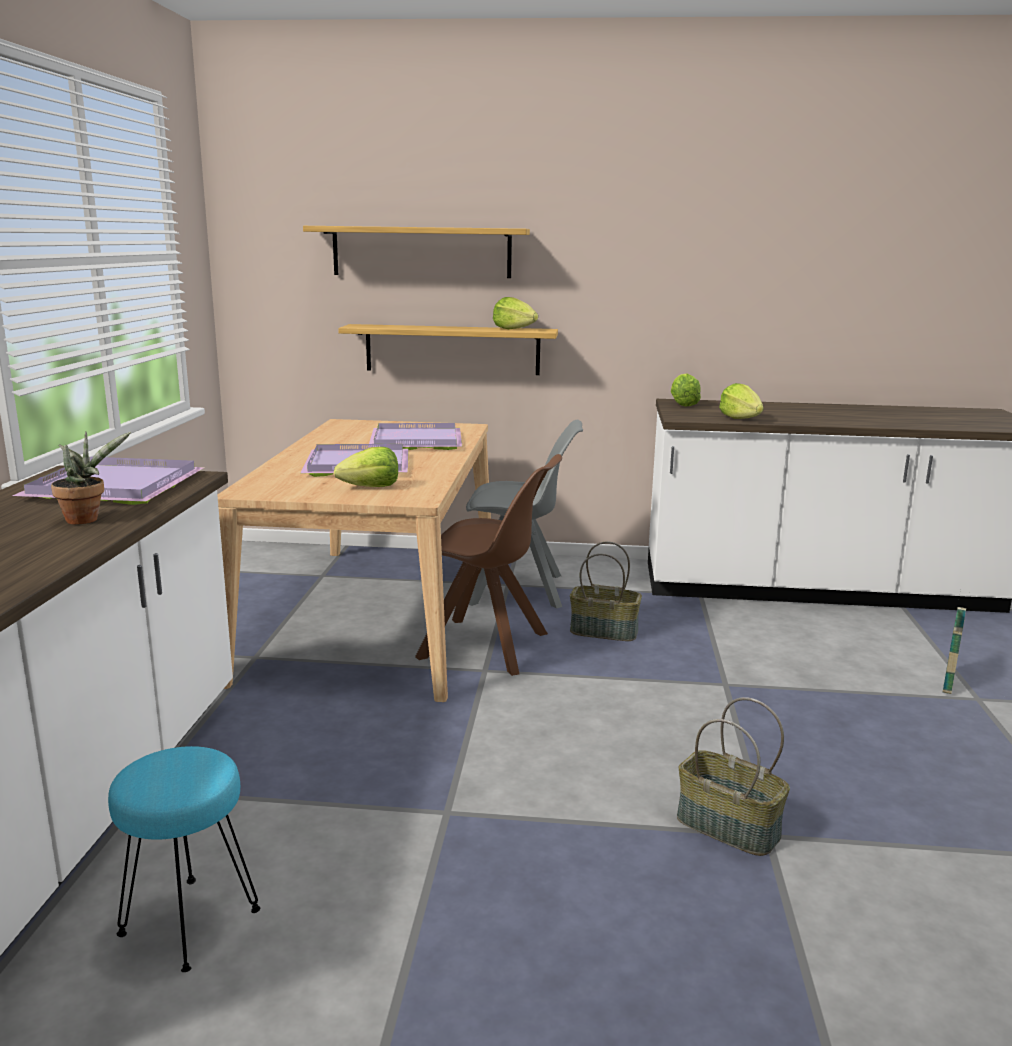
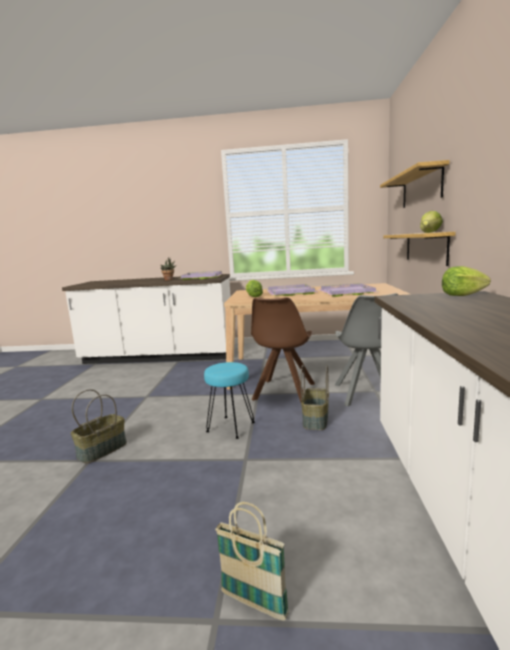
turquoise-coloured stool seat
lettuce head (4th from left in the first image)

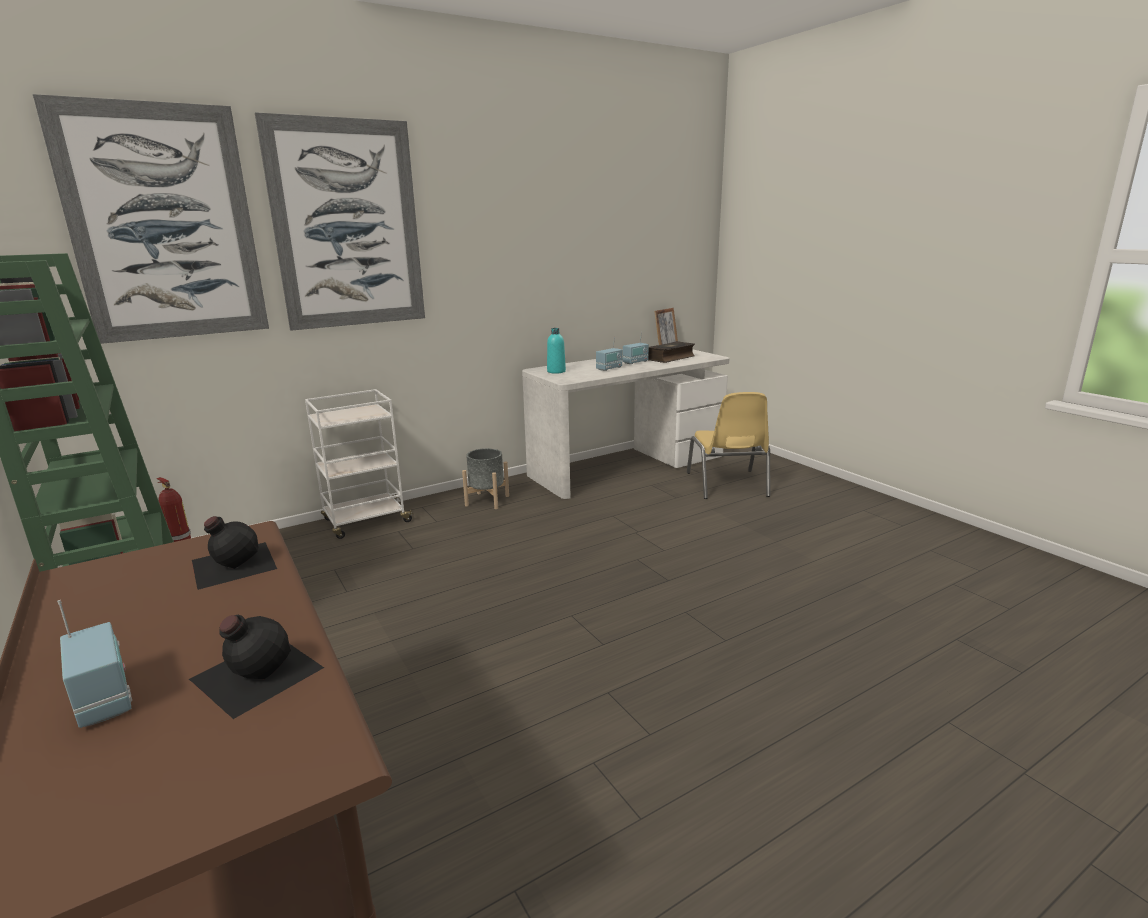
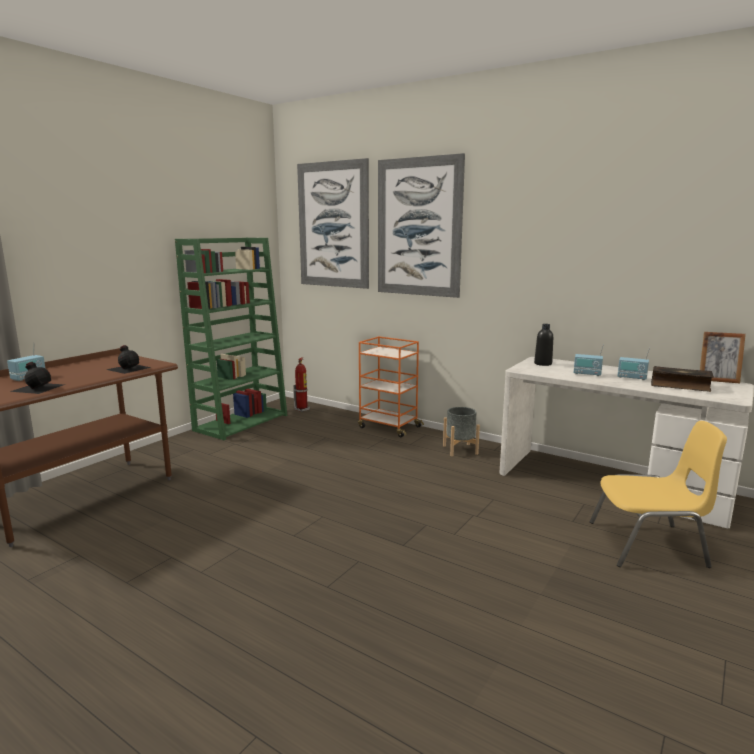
orangey wheeled cart
blackish bottle (3rd from left)
yellow chair

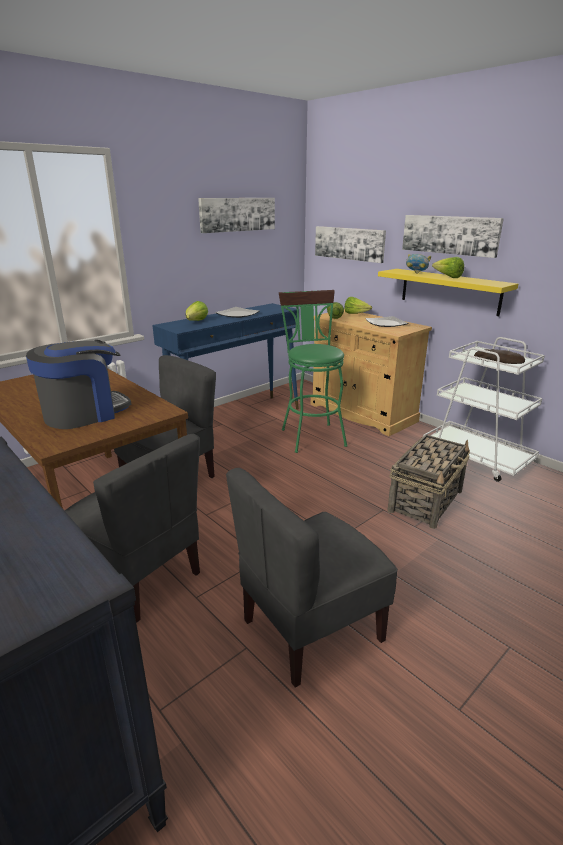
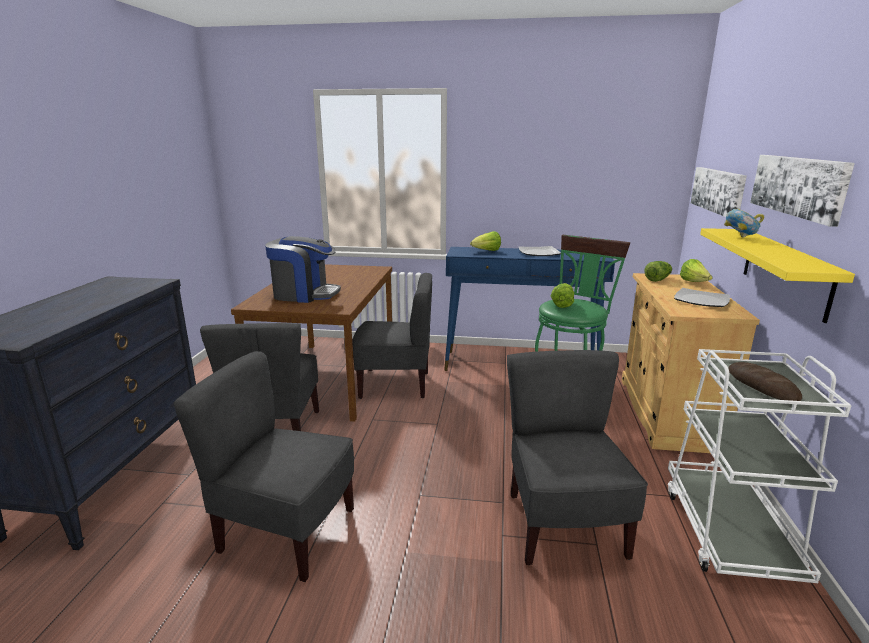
gray chair (4th from left)
lettuce head (2nd from left)
picture (1st from left in the first image)

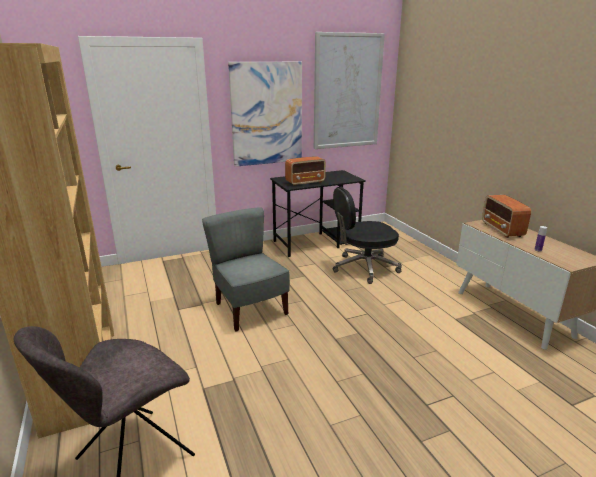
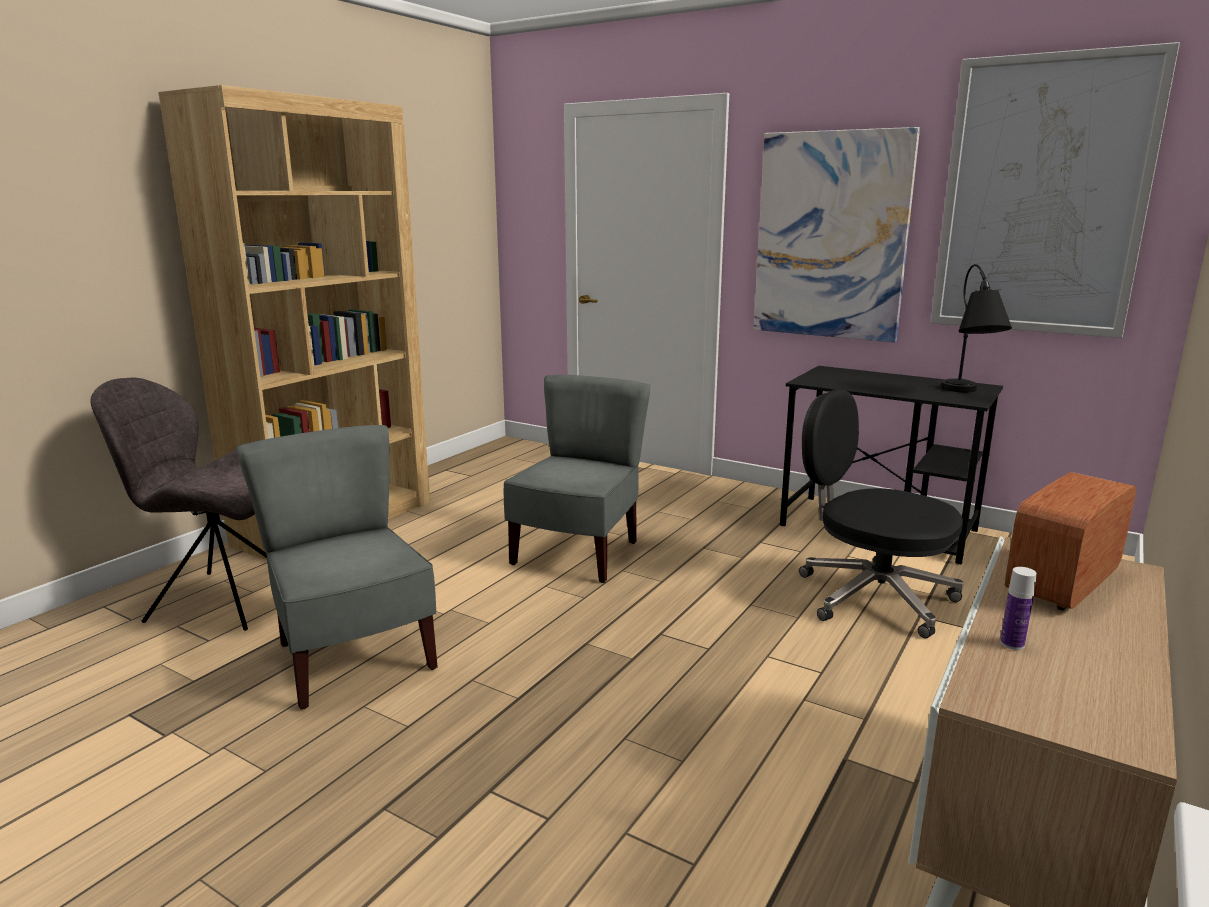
gray chair (2nd from left)
blackish table lamp
radio receiver (1st from left in the first image)

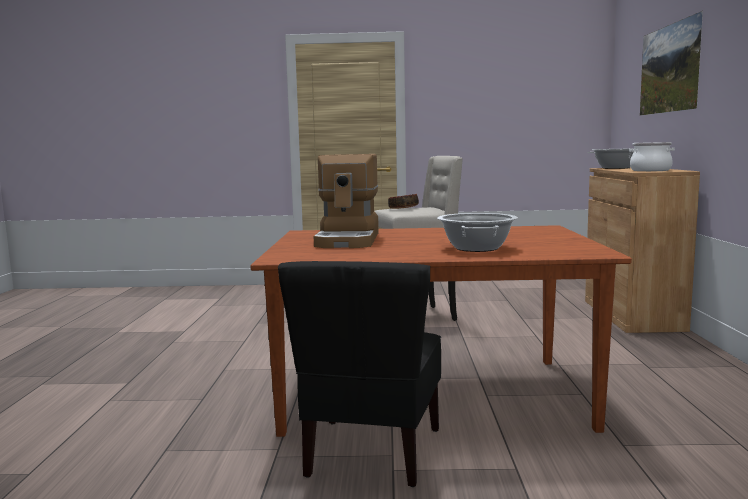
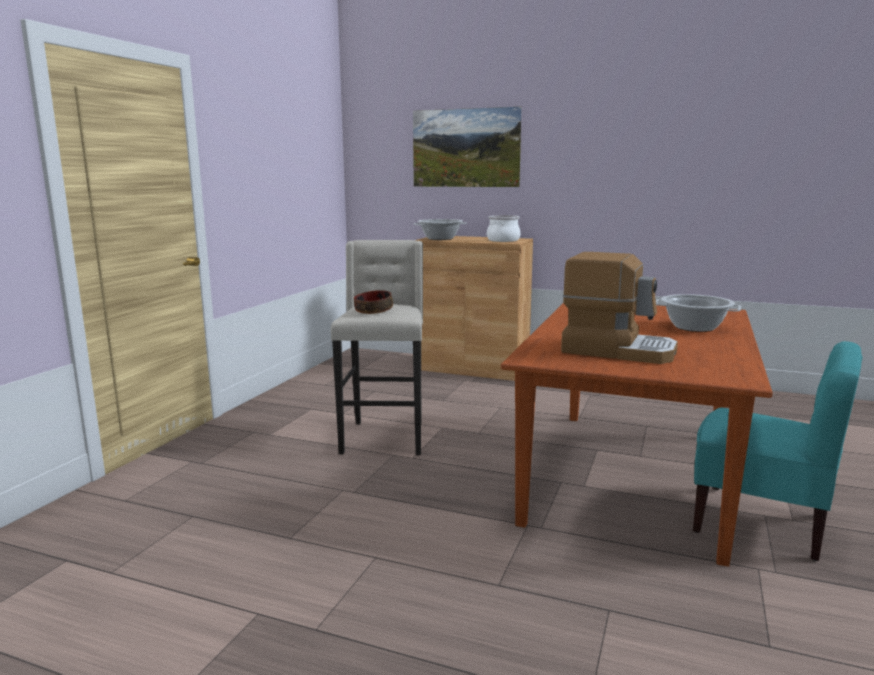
turquoise-coloured chair

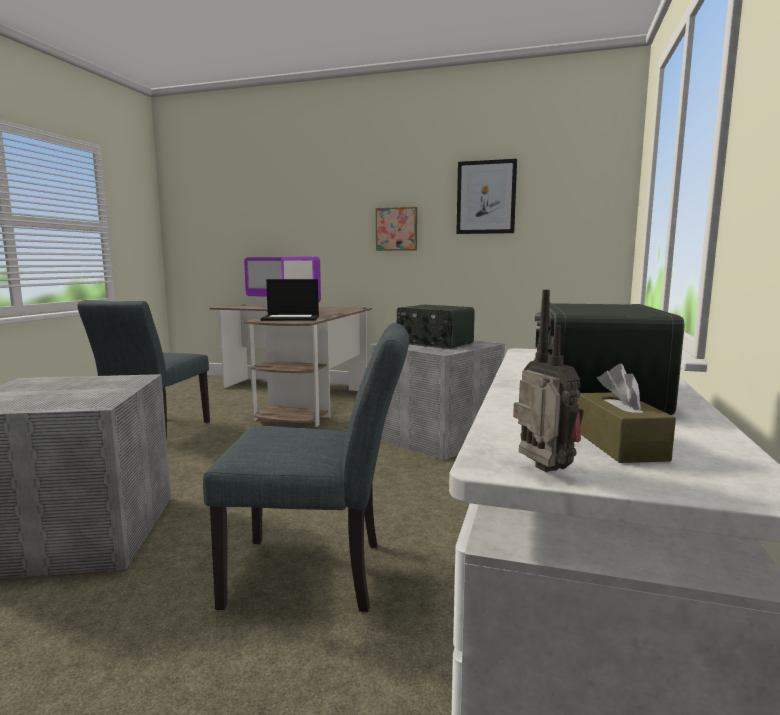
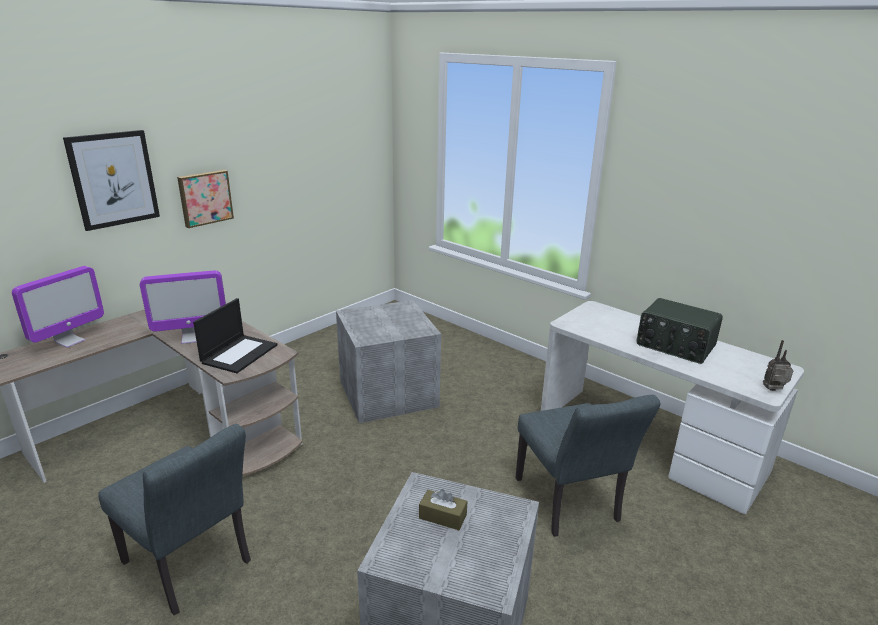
picture (1st from left)
brown-coloured tissue box
gray chair (2nd from left)
radio receiver (1st from left in the first image)

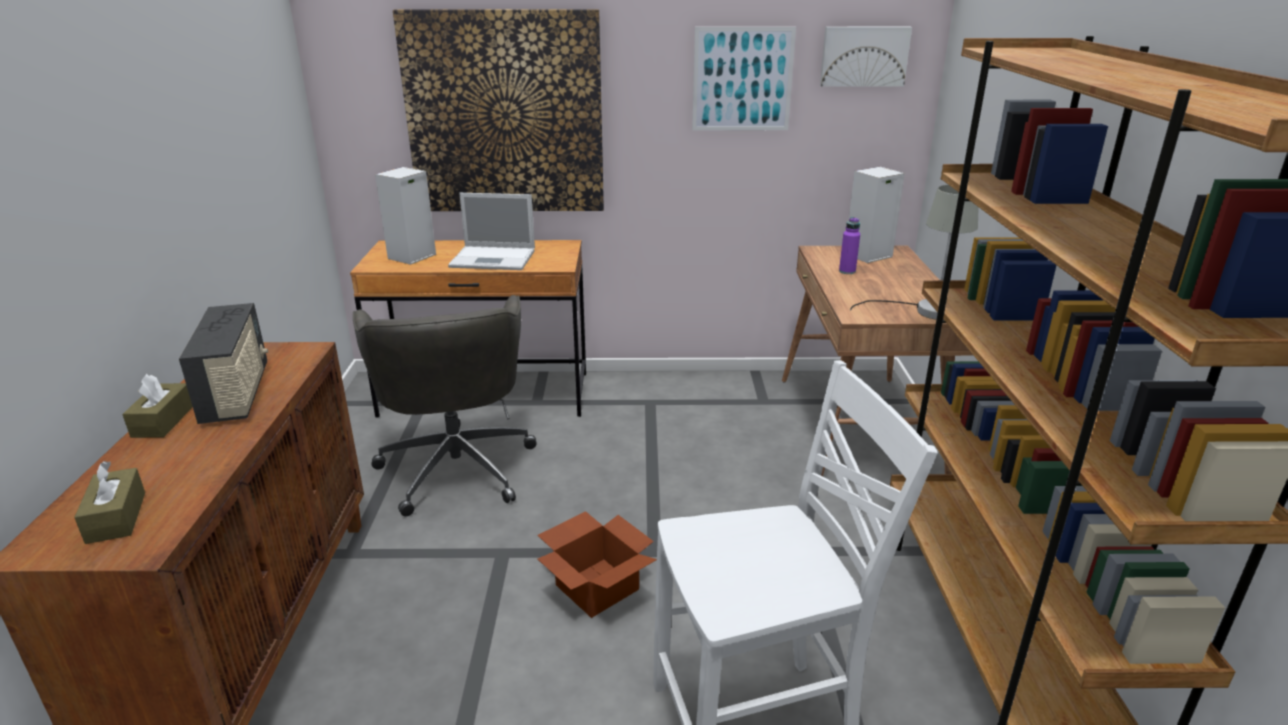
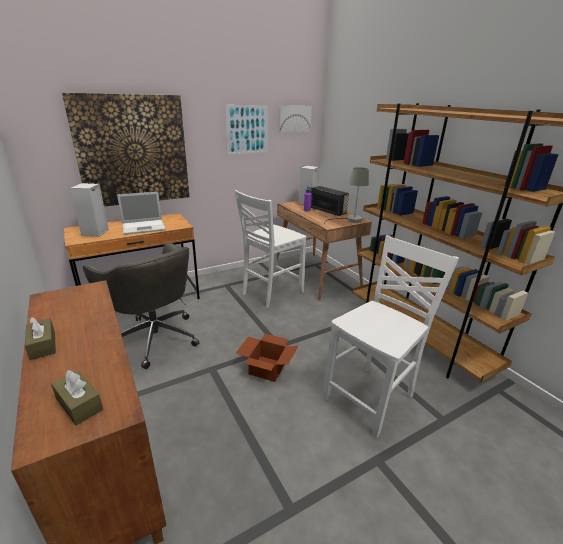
white chair (1st from left)
radio receiver

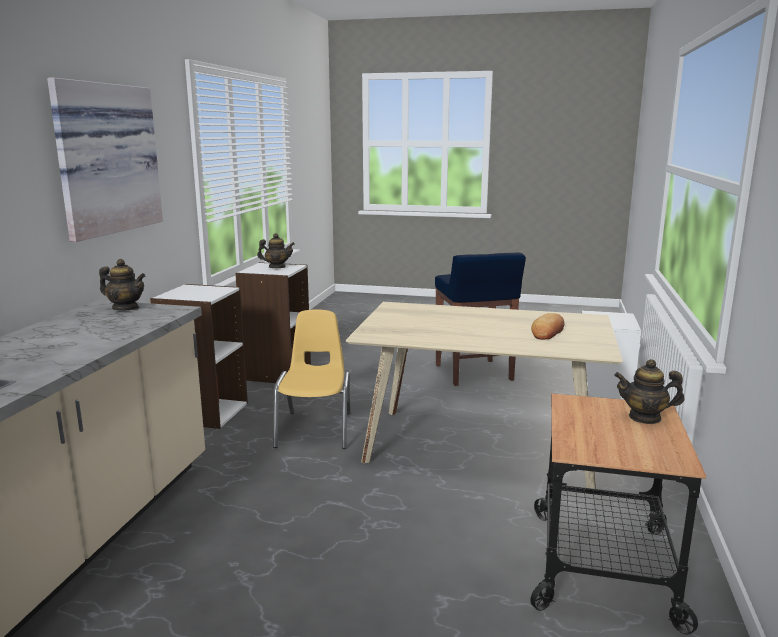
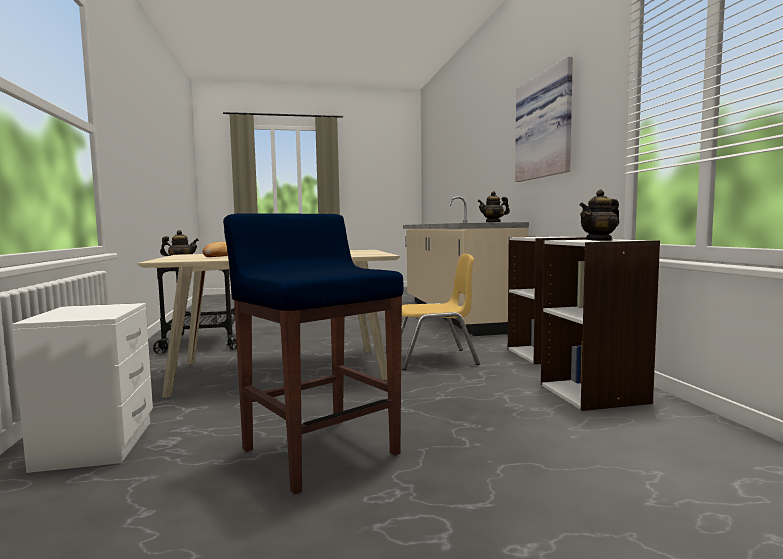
yellow chair

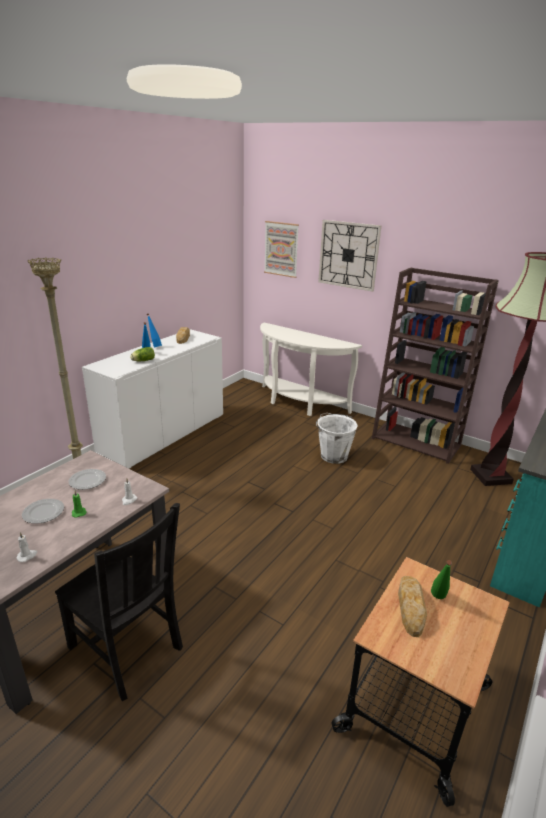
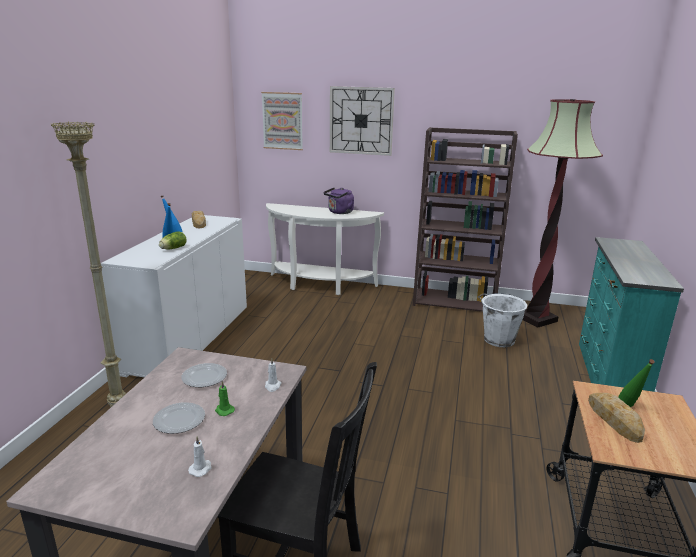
purplish water kettle
white water bucket

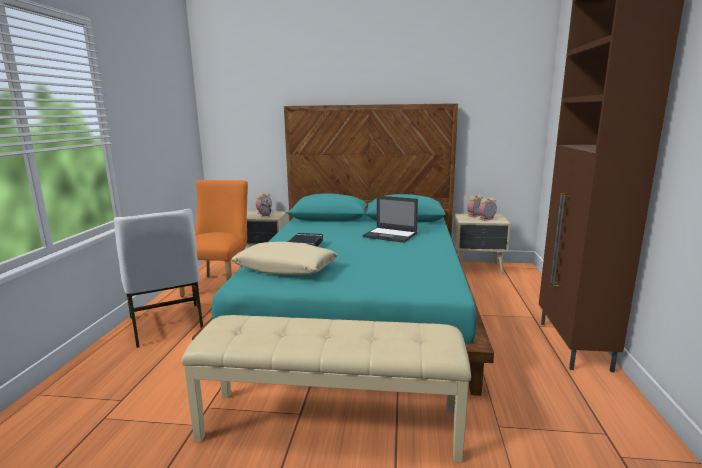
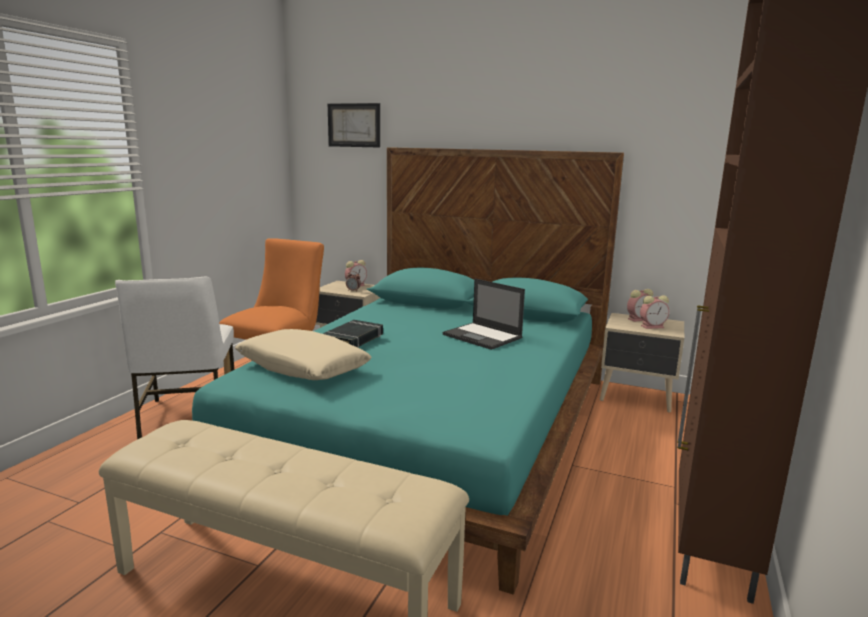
picture

